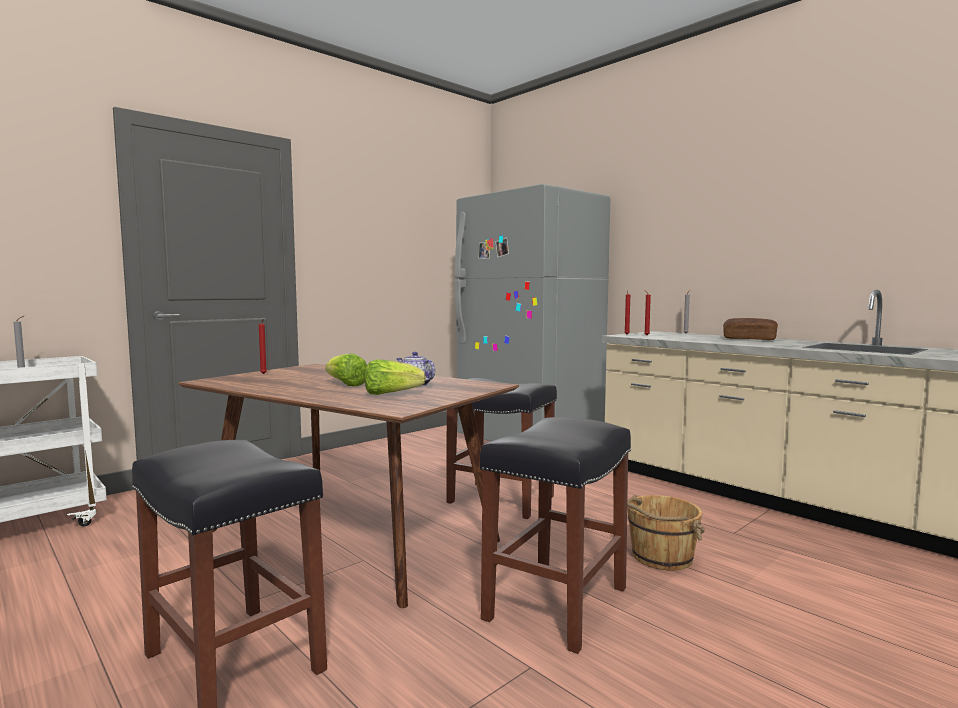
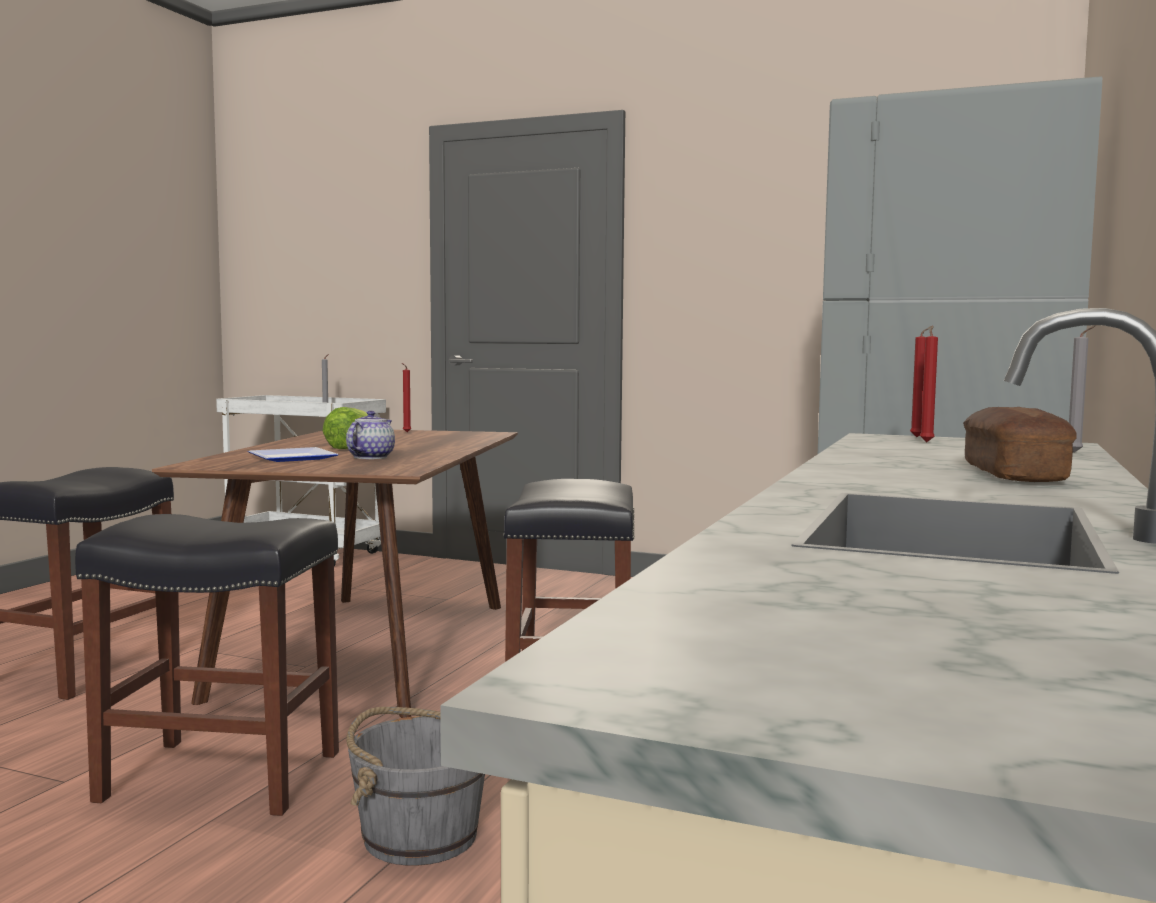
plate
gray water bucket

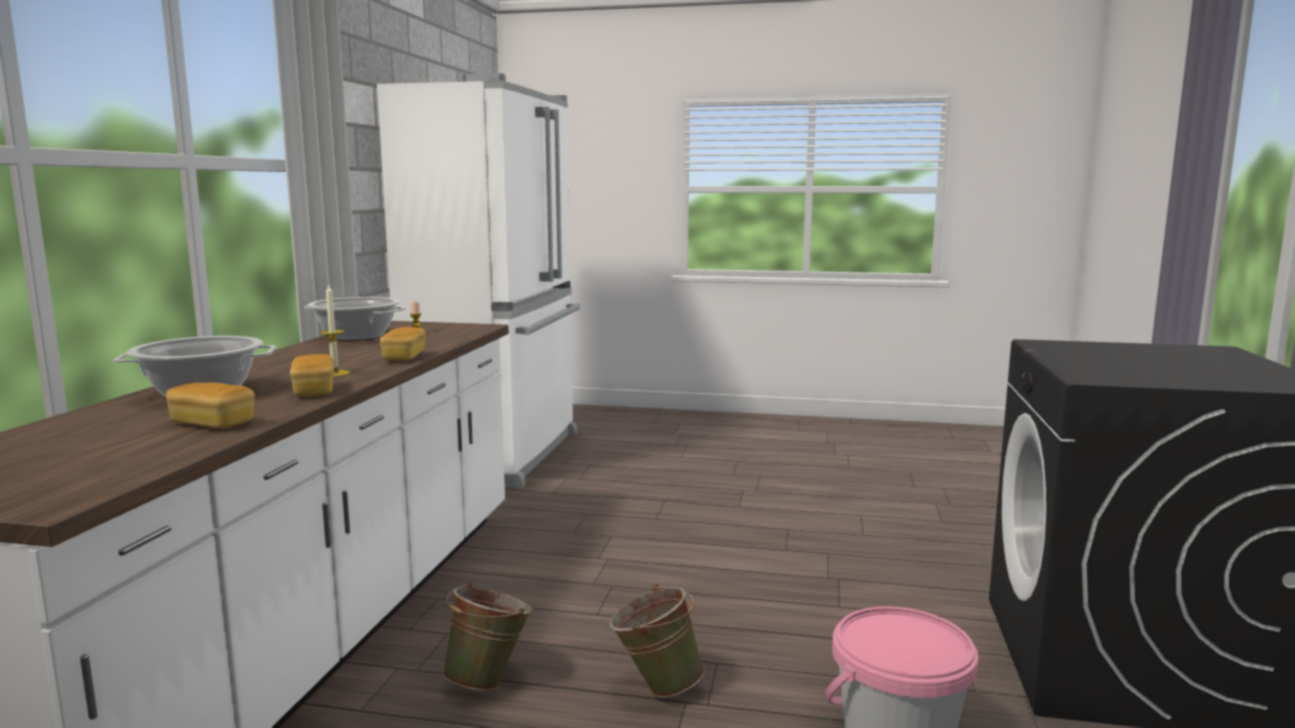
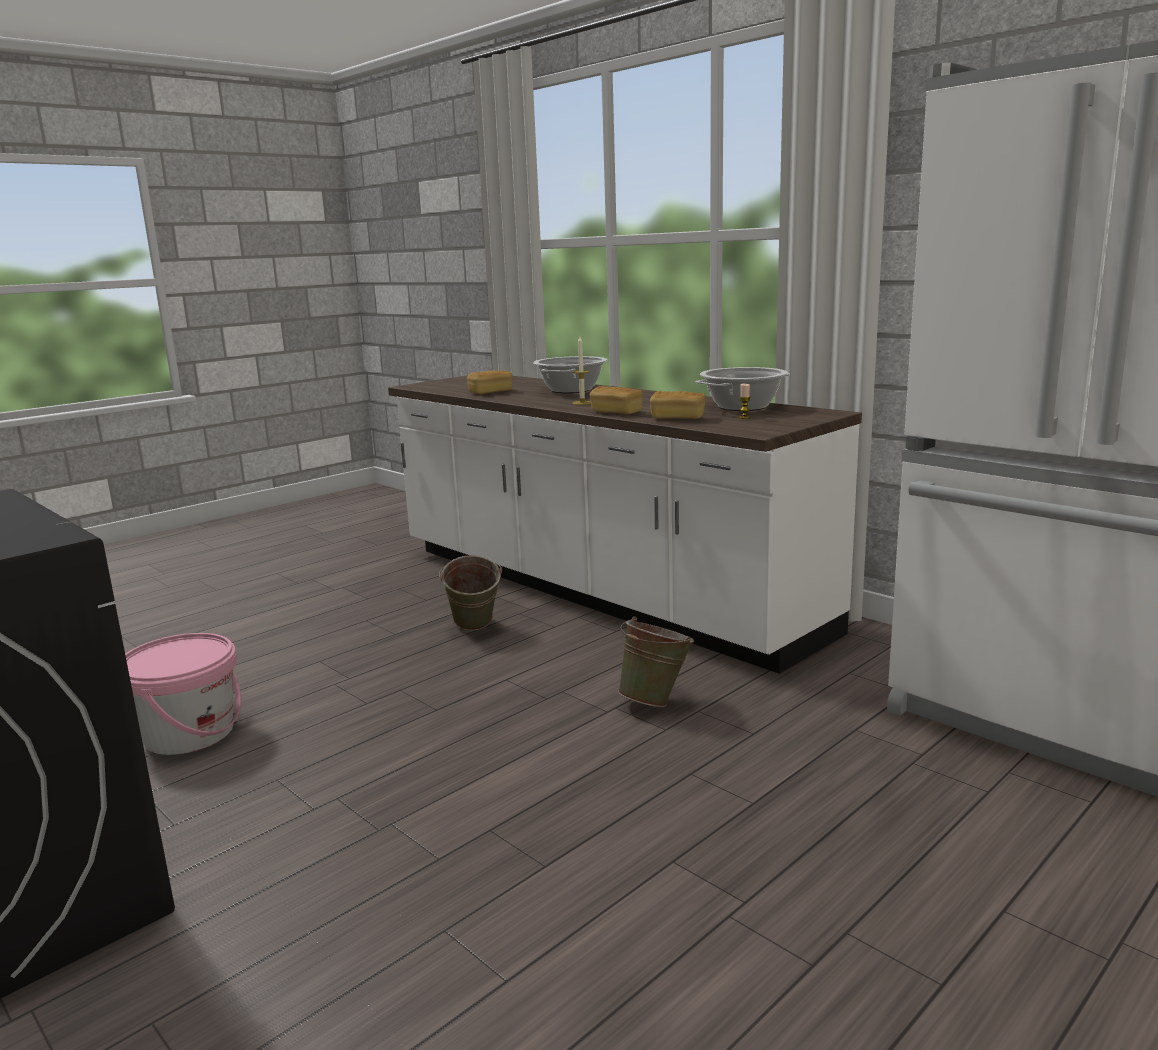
green water bucket (2nd from left)
bread (3rd from left)

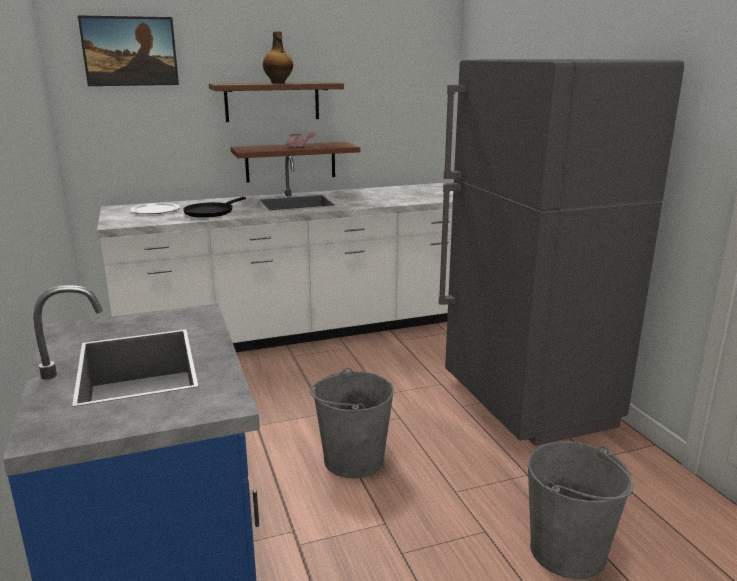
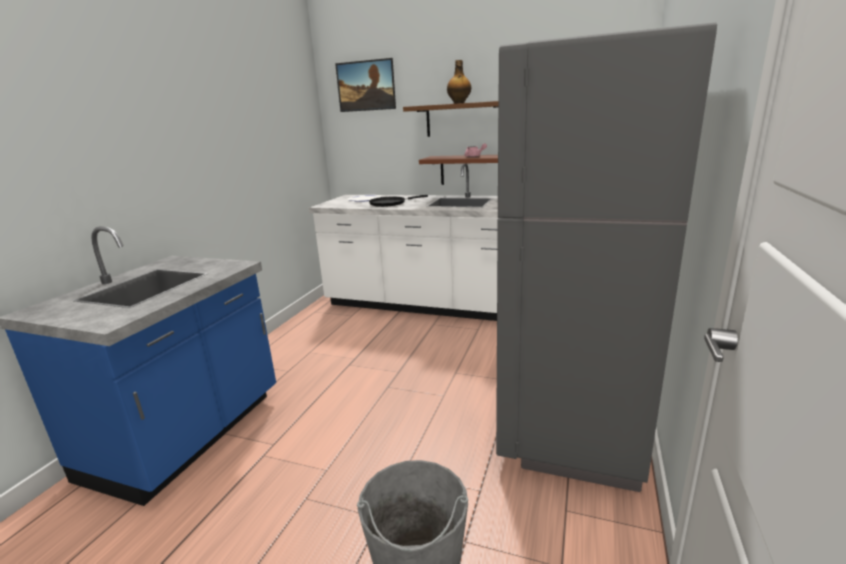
gray water bucket (1st from left in the first image)

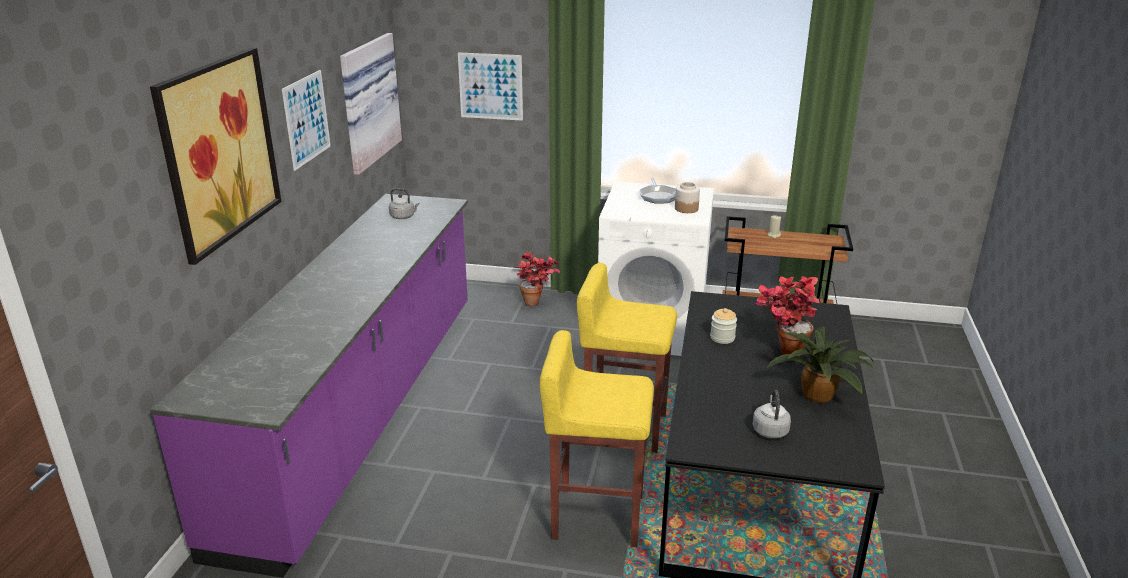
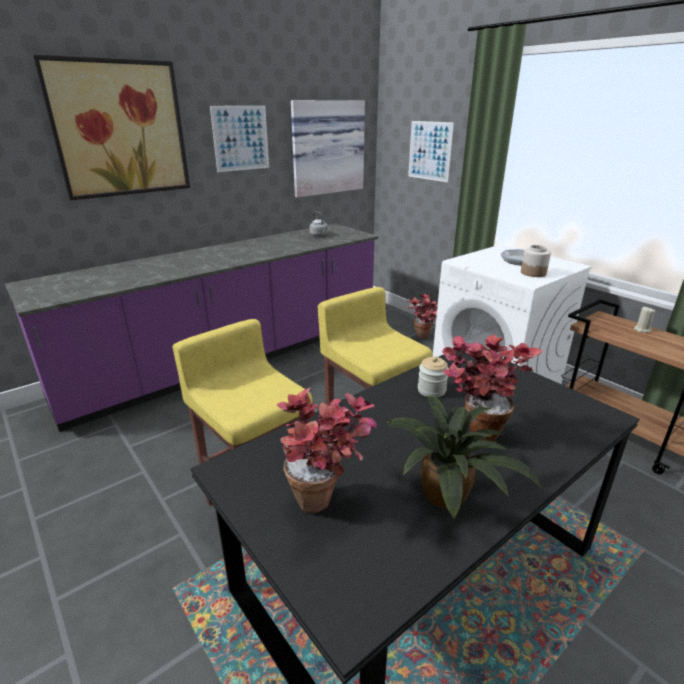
potted plant (1st from left)

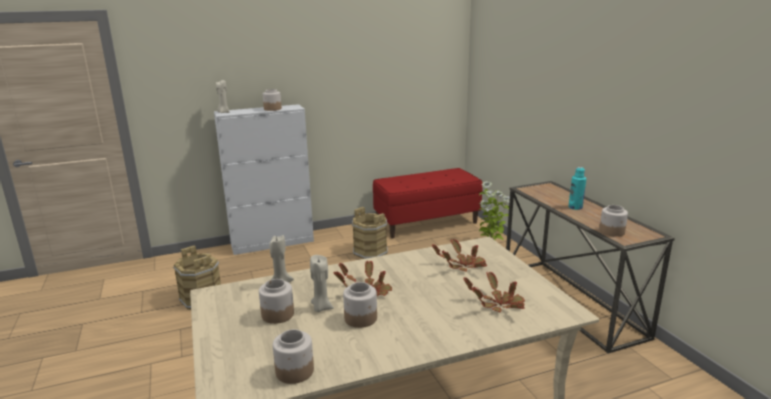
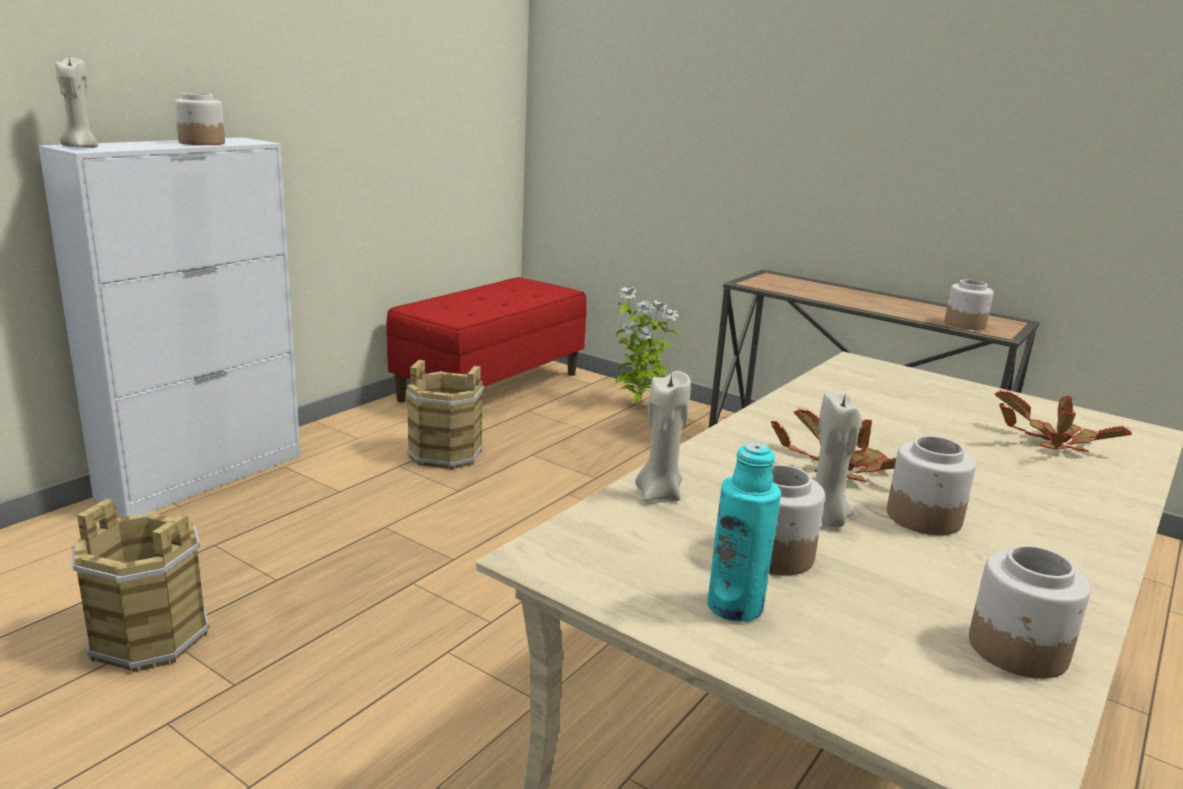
turquoise-coloured bottle
potted plant (2nd from left in the first image)

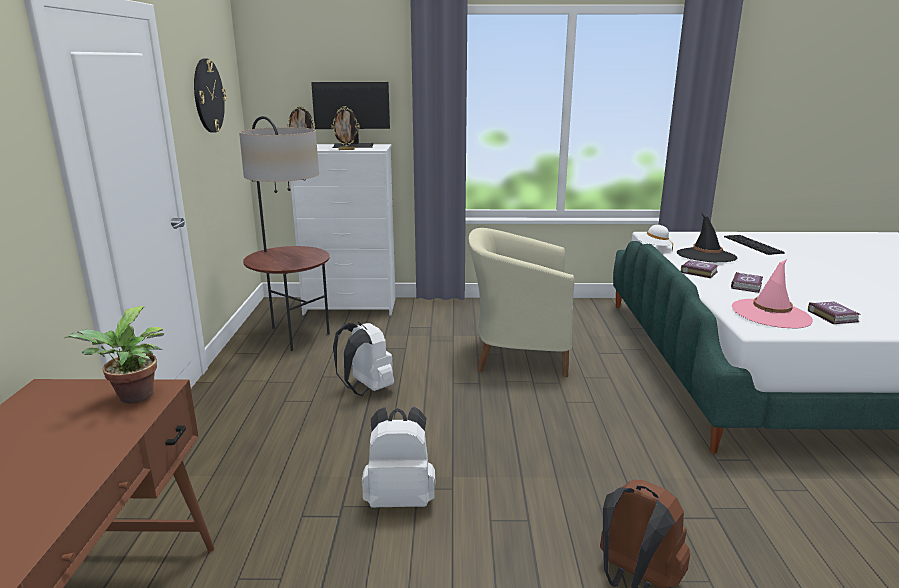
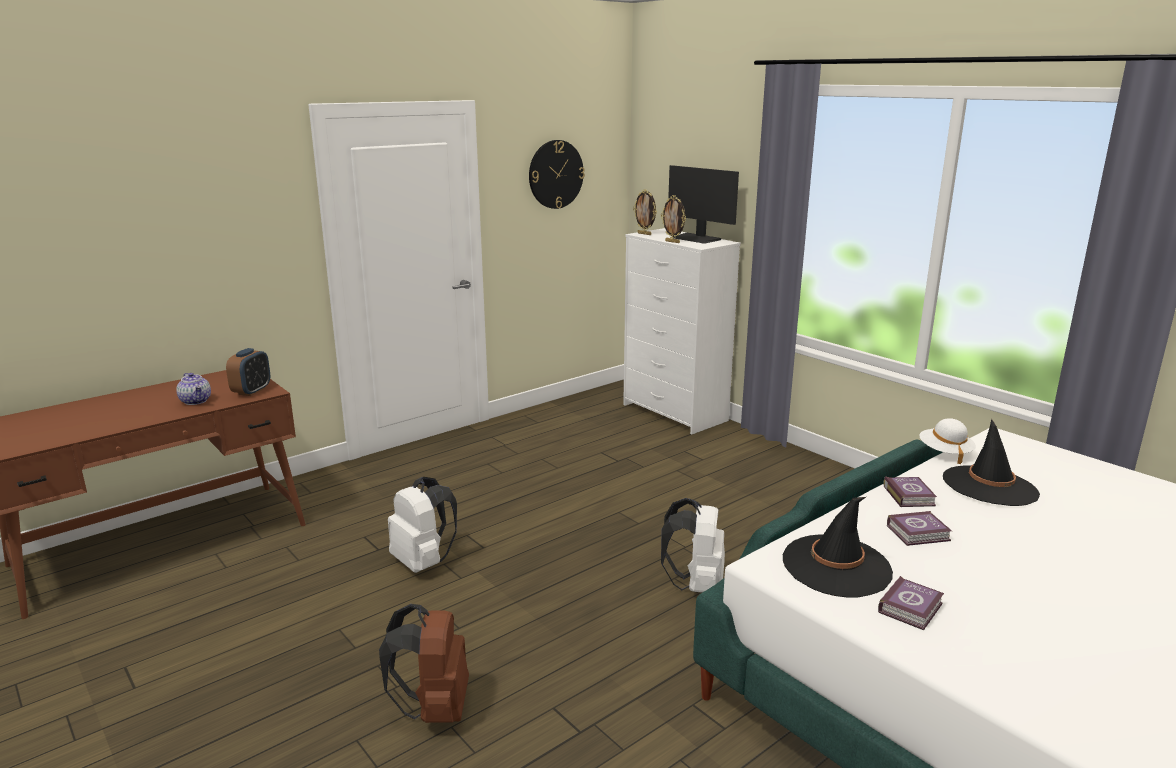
tea pot
bedside clock
white rucksack (2nd from left)
blackish wearable hat (1st from left)
standard lamp
beige-coloured easy chair
PC keyboard

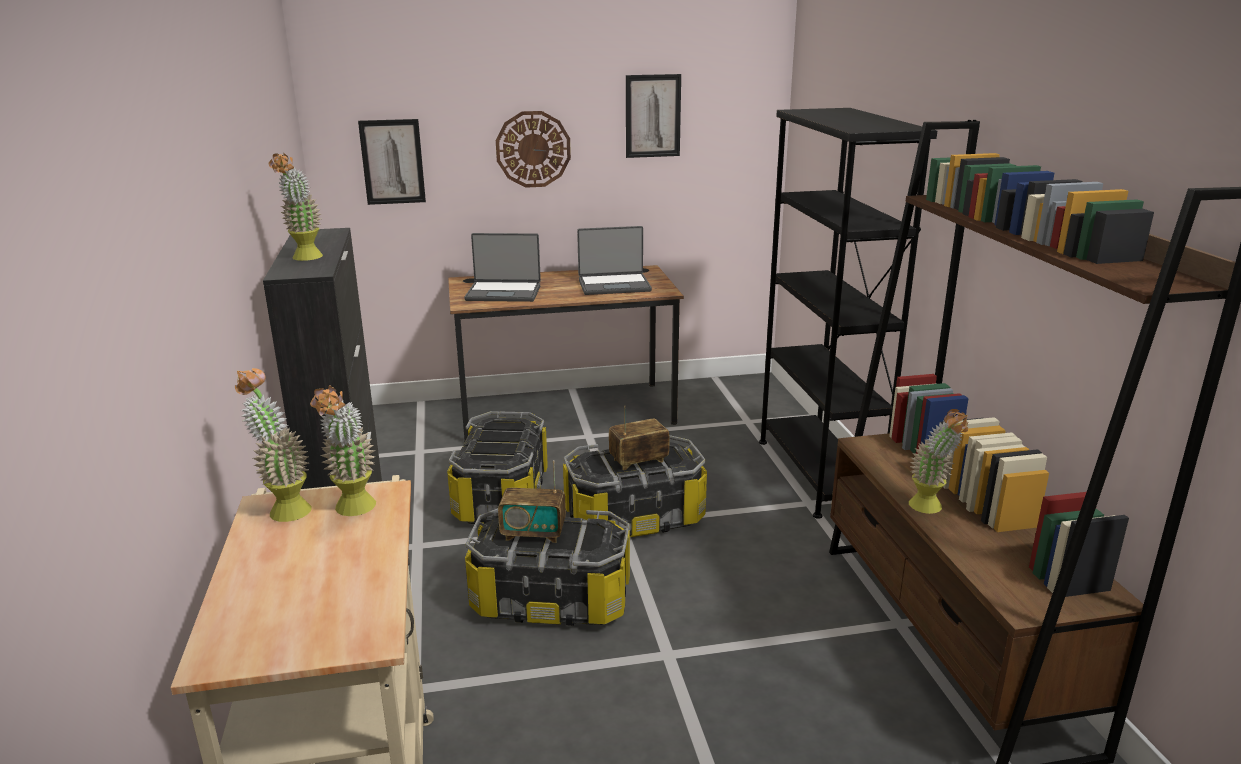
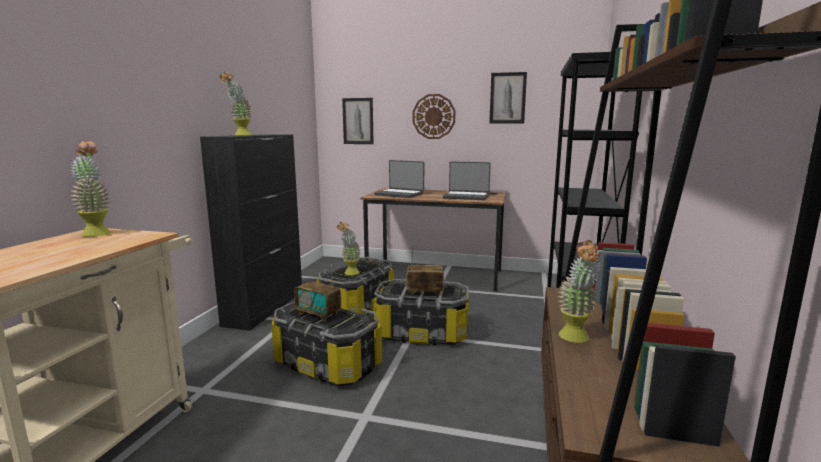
potted plant (3rd from left)

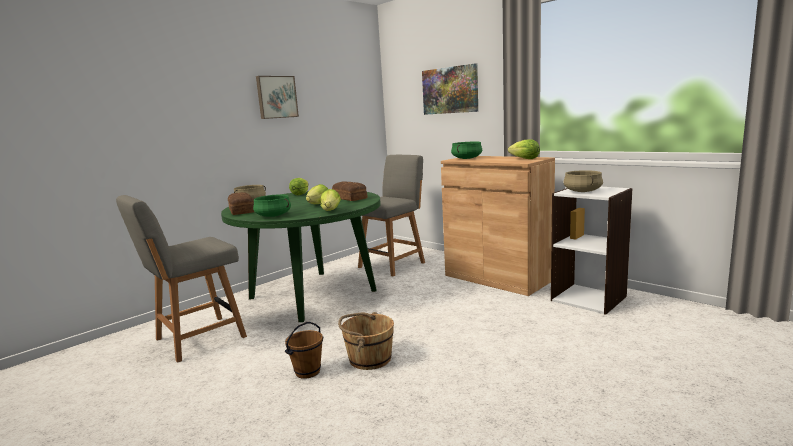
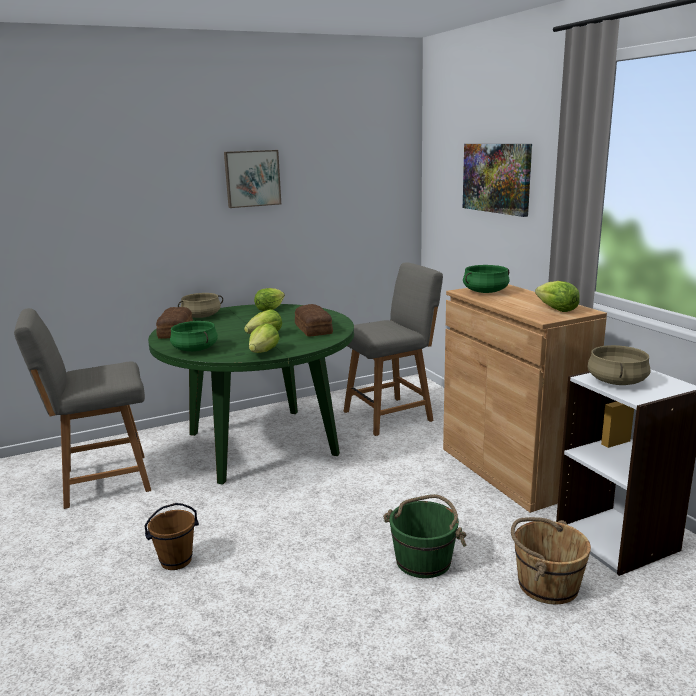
green water bucket
brown-coloured water bucket (2nd from left)

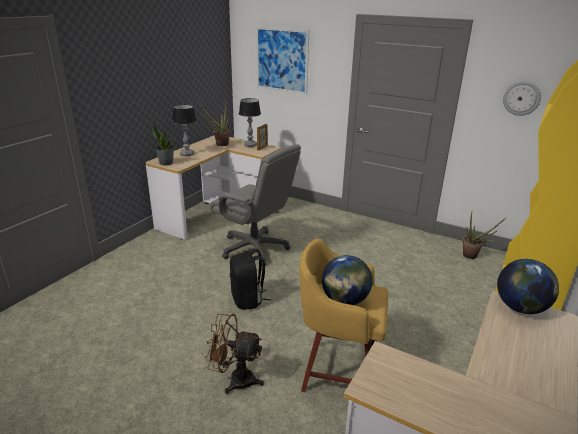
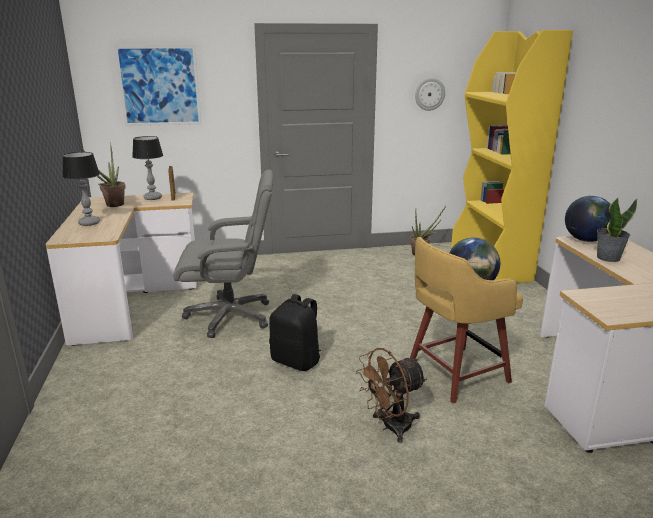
potted plant (3rd from left)

